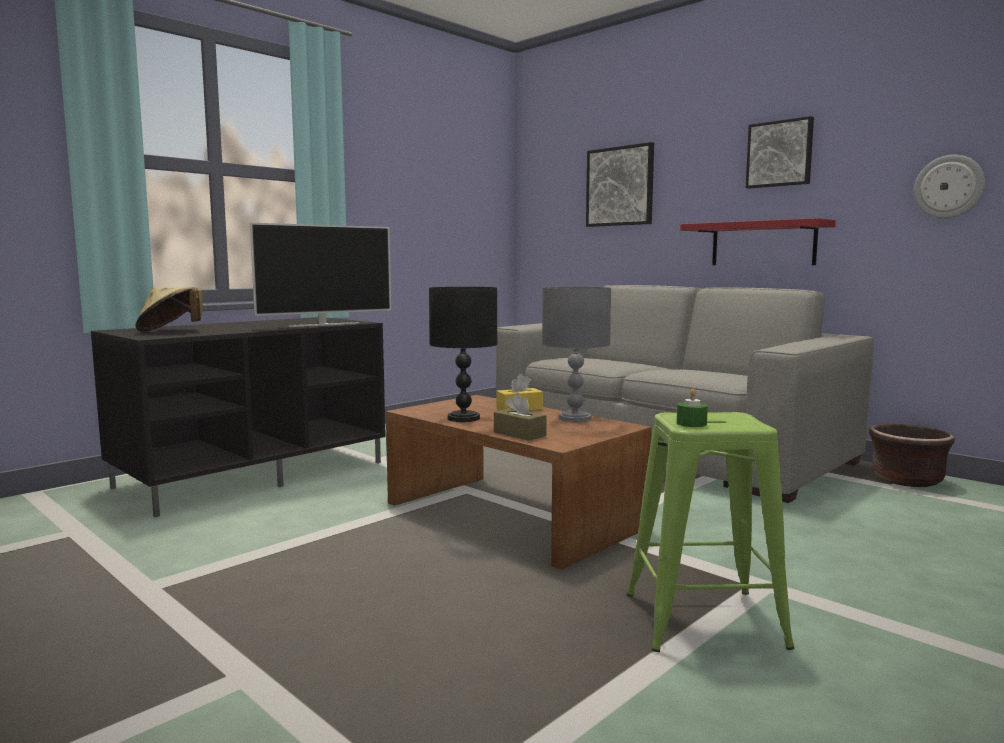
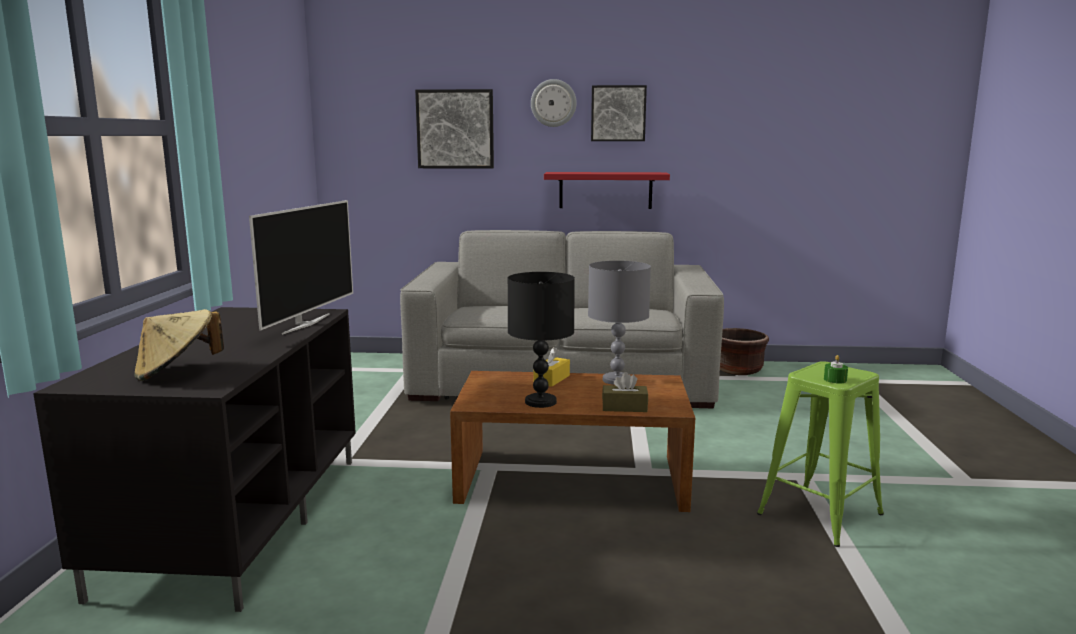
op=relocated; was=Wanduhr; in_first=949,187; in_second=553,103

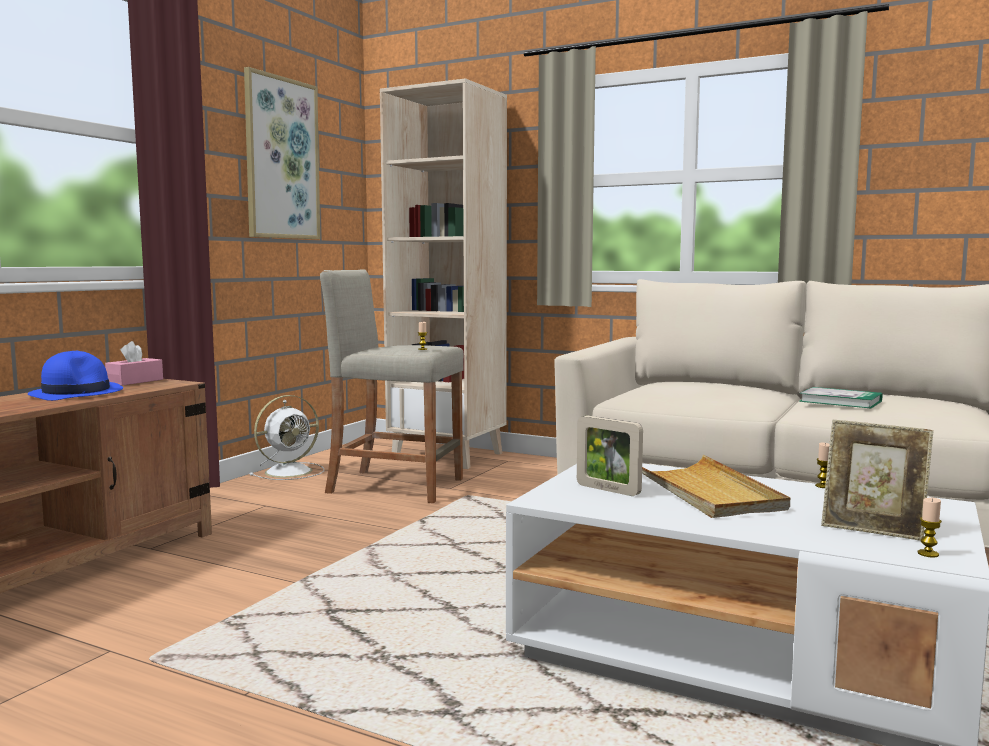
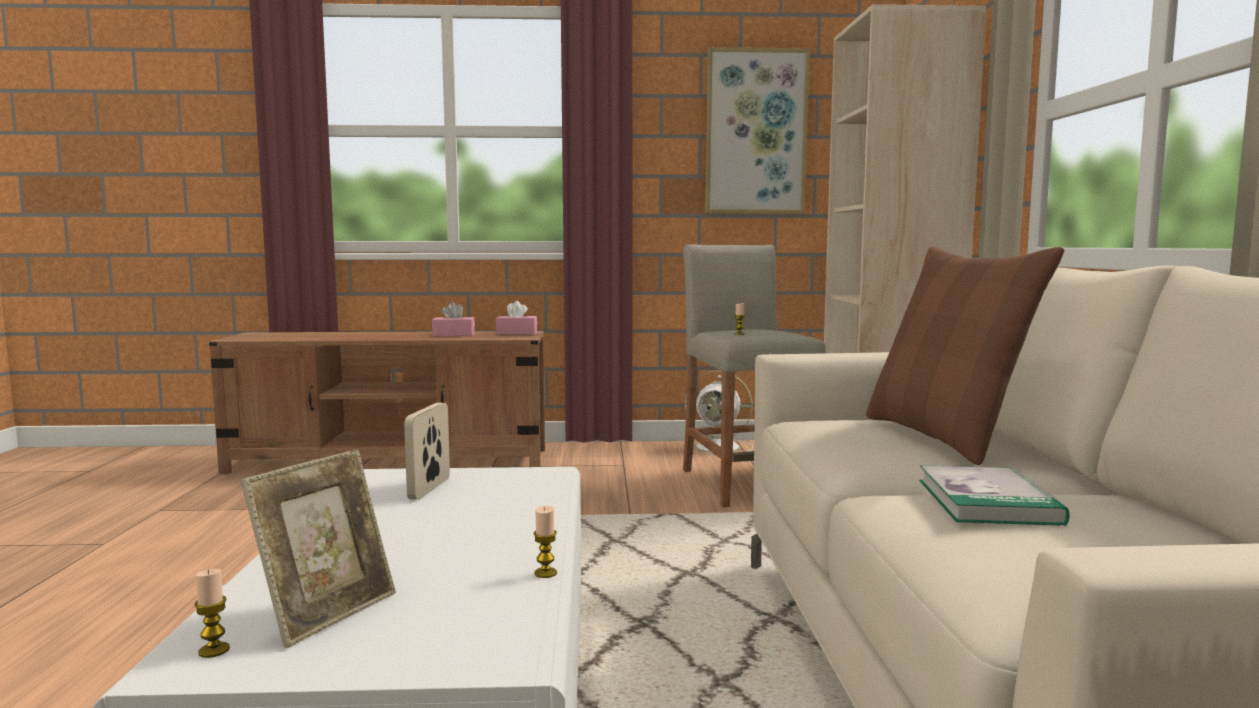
op=exchanged; was=Hut (blau); now=Taschentuchbox (rosa); in_first=77,393; in_second=453,335
op=missing; was=Tablett (beige); in_first=705,492
op=spun; was=Bilderrahmen; in_first=873,529; in_second=327,613; clockwise=-150
op=appeared; now=Kissen (braun); in_second=943,437

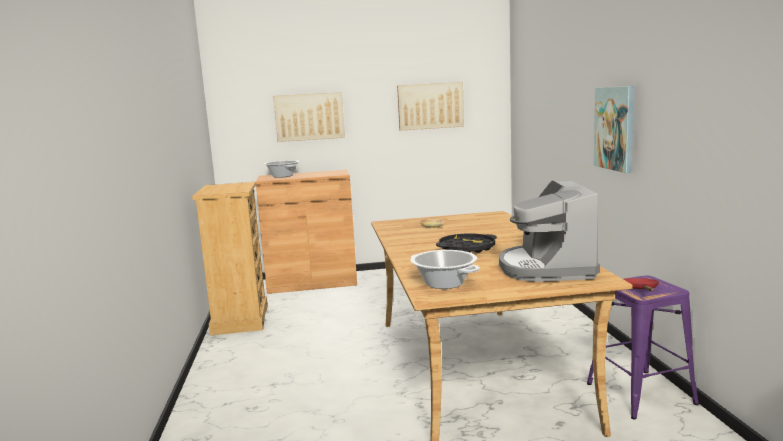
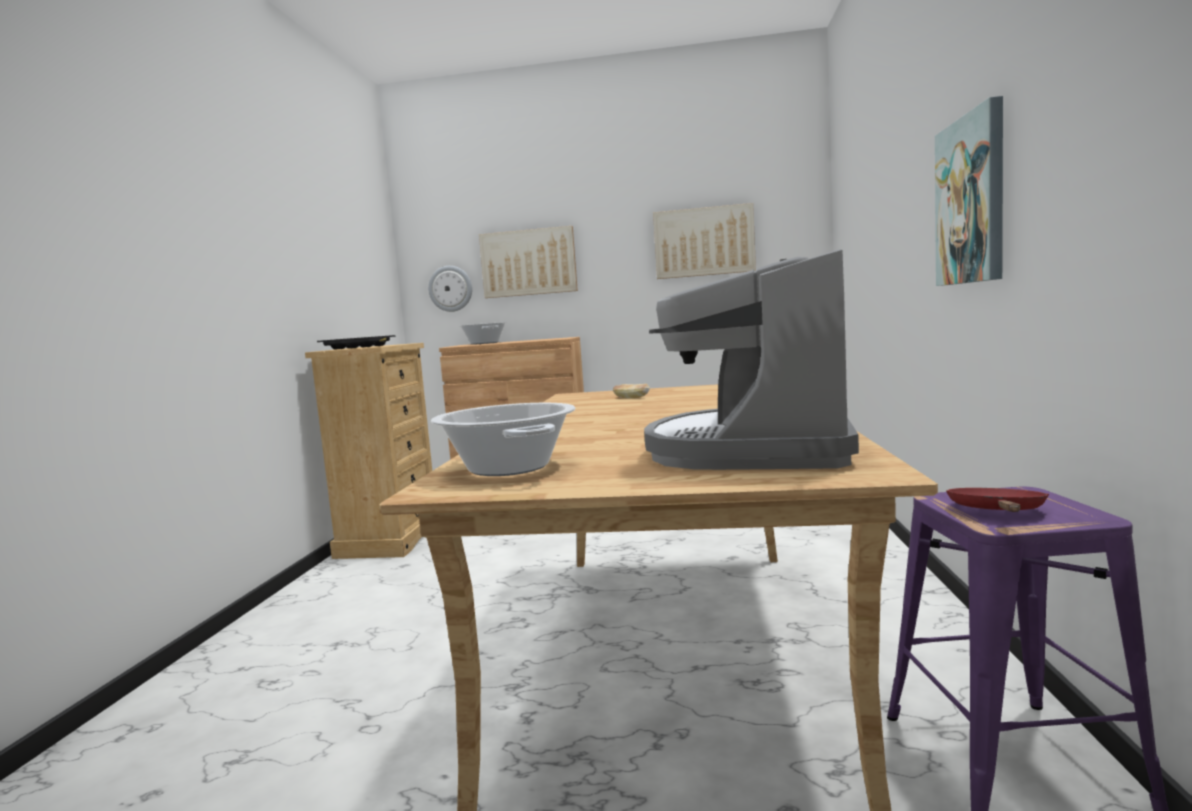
op=relocated; was=Tablett (schwarz); in_first=466,248; in_second=357,347
op=appeared; now=Wanduhr; in_second=450,288

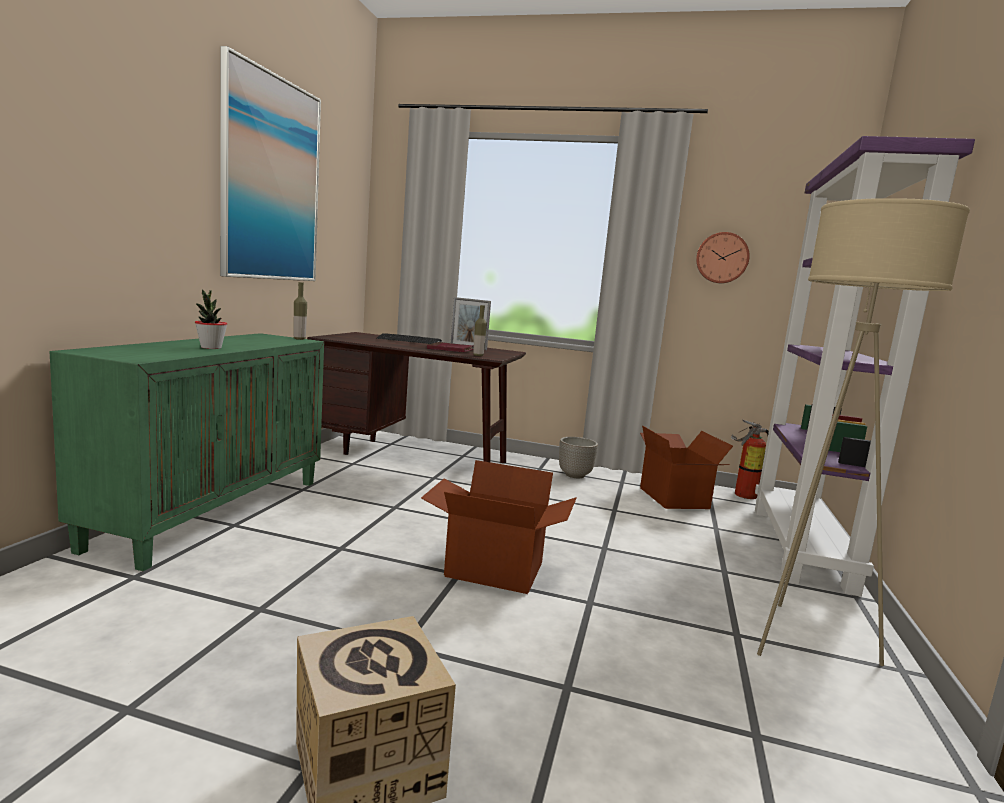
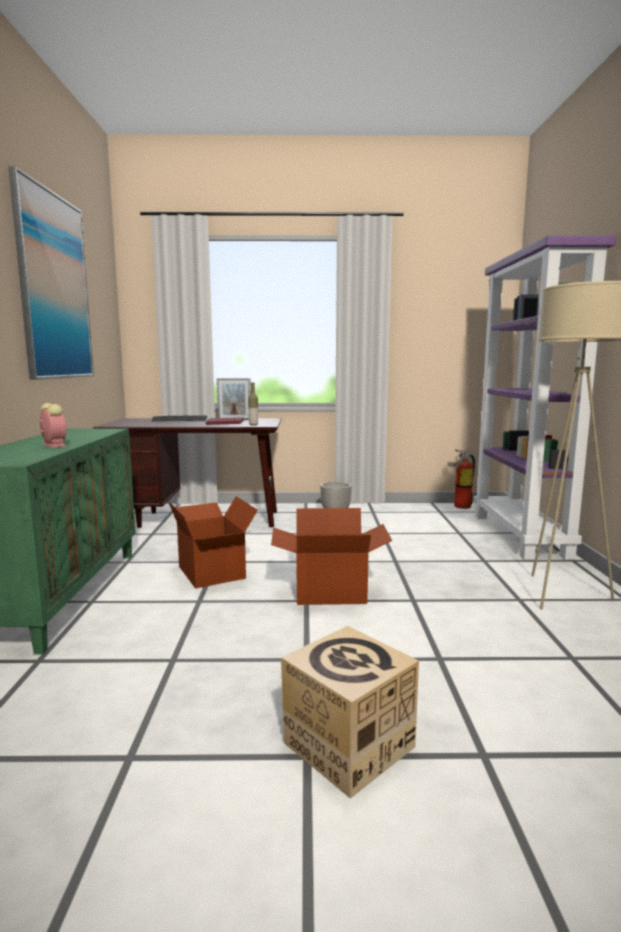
op=exchanged; was=Topfpflanze; now=Wecker; in_first=211,347; in_second=53,445
op=missing; was=Flasche; in_first=299,339
op=relocated; was=Karton; in_first=675,498; in_second=213,572
op=missing; was=Wanduhr; in_first=722,258

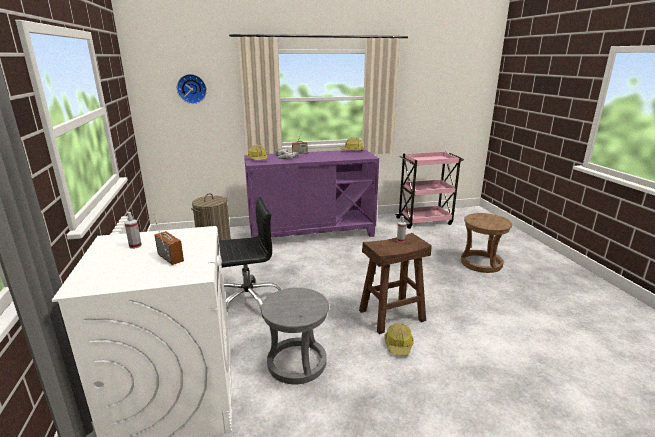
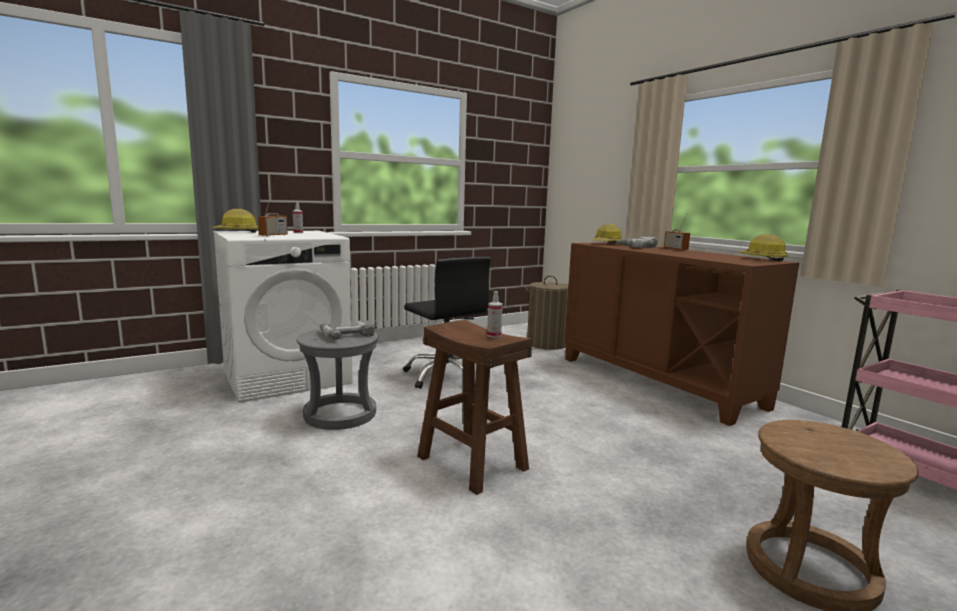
op=missing; was=Wanduhr; in_first=191,88
op=colour; was=Schrank (lila); now=Schrank (braun); in_first=311,233; in_second=657,381
op=relocated; was=Schutzhelm; in_first=398,345; in_second=236,232
op=appeared; now=Bohrmaschine; in_second=345,334

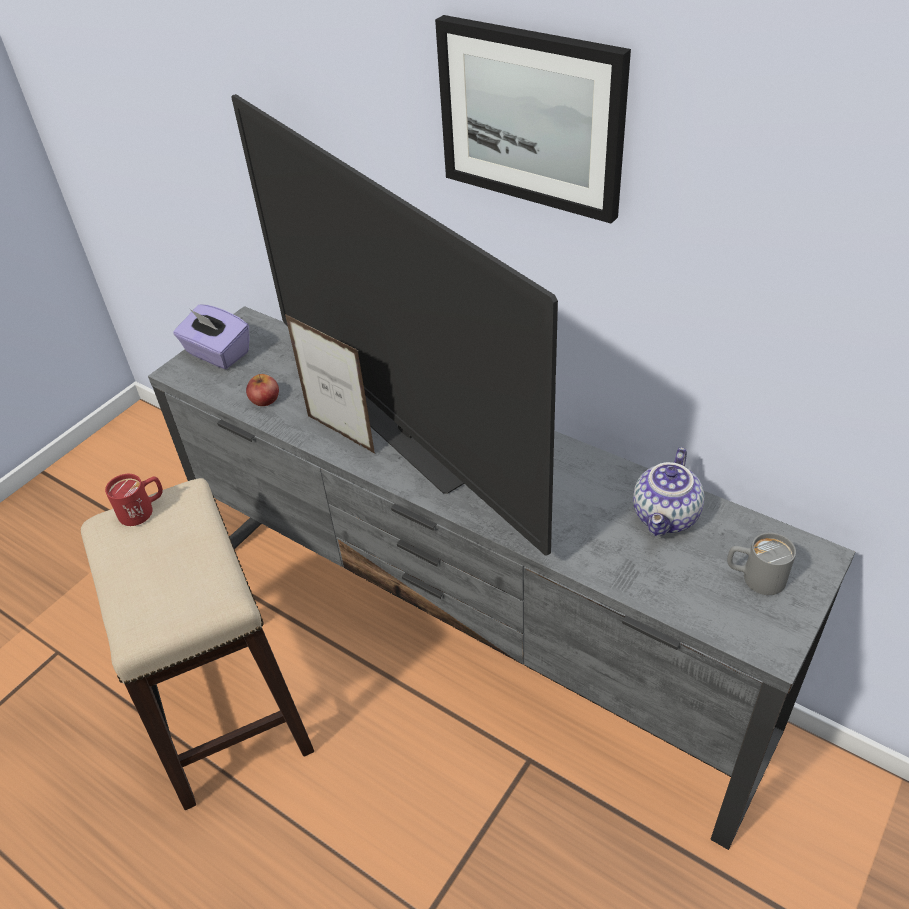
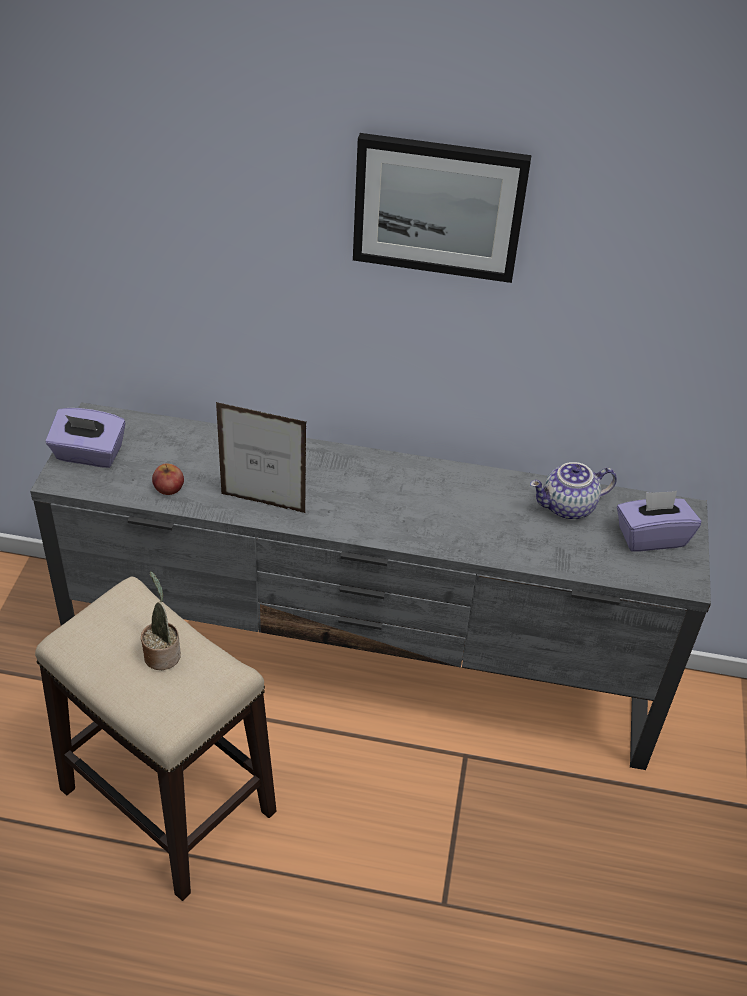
op=missing; was=Henkelbecher (rot); in_first=143,510
op=missing; was=Fernseher; in_first=403,435
op=spun; was=Teekanne; in_first=667,517; in_second=568,508; clockwise=75
op=exchanged; was=Henkelbecher (grau); now=Taschentuchbox (lila); in_first=754,577; in_second=651,537
op=appeared; now=Topfpflanze; in_second=162,653

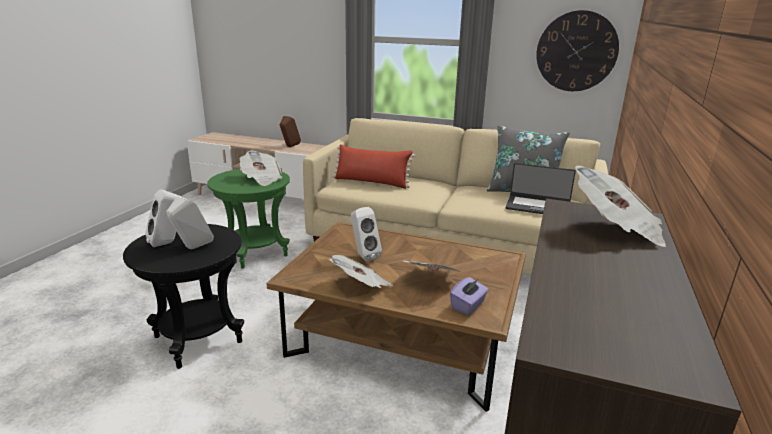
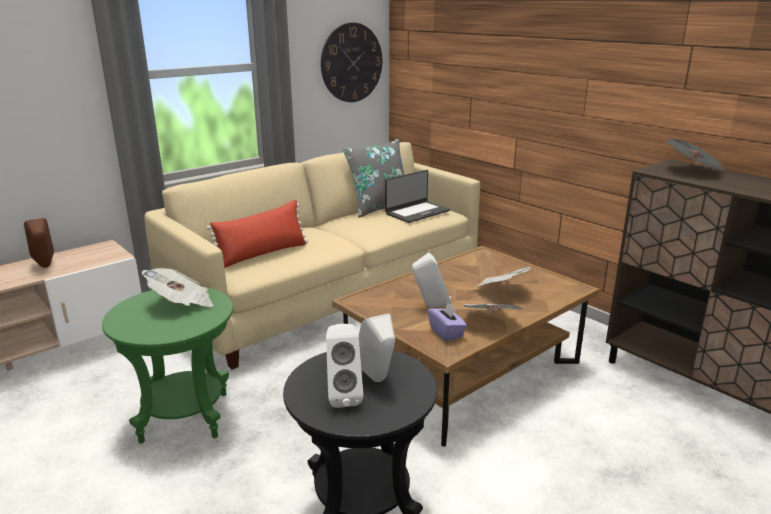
op=relocated; was=Taschentuchbox (lila); in_first=468,306; in_second=446,332

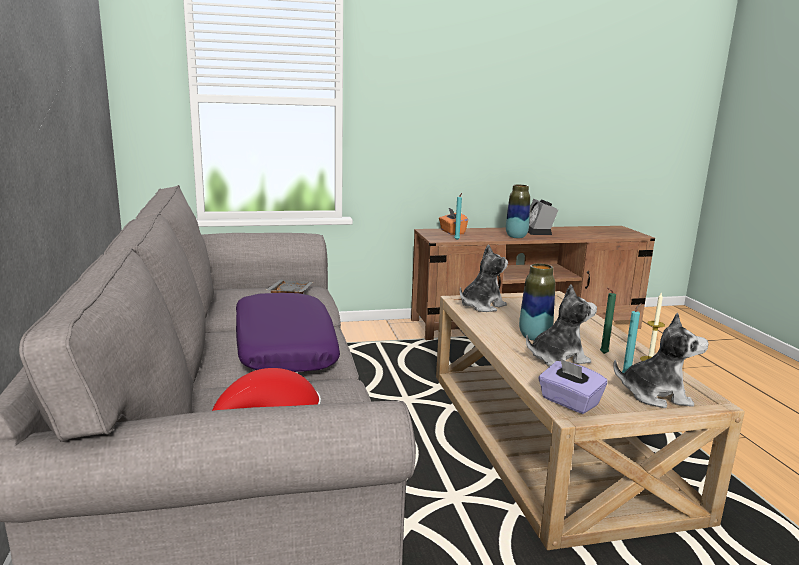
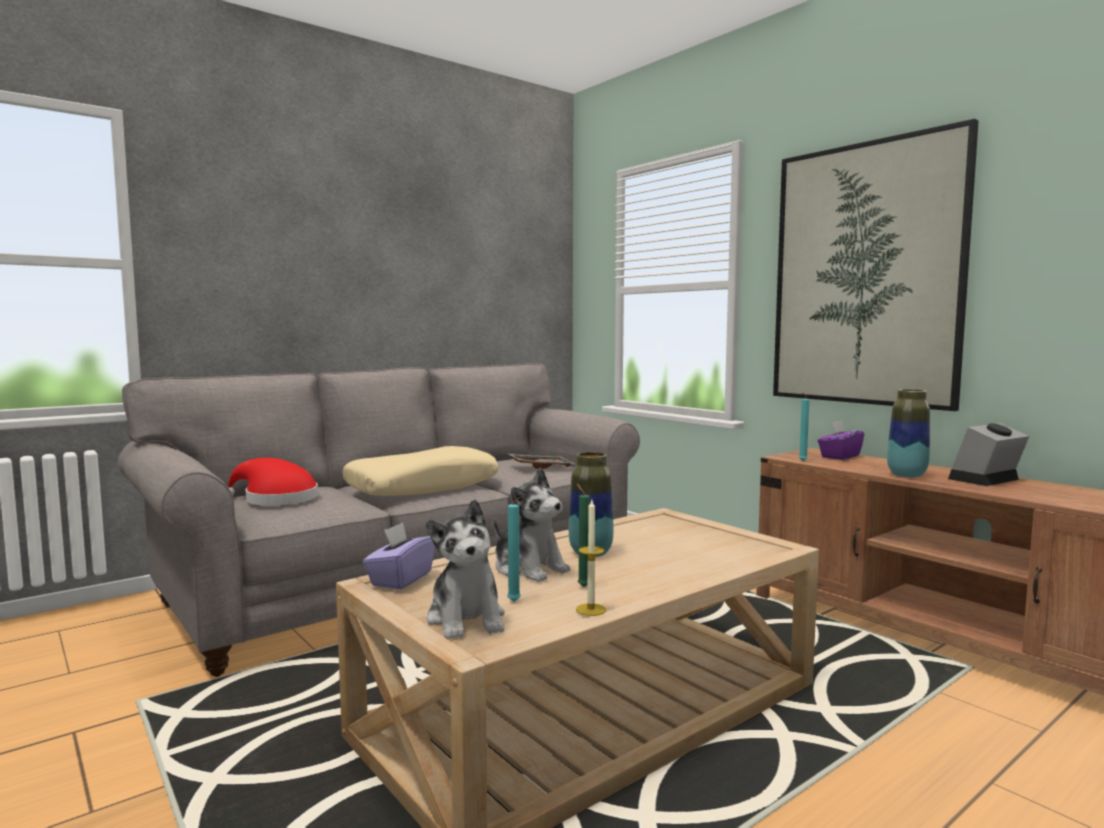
op=colour; was=Kissen (lila); now=Kissen (beige); in_first=283,347; in_second=422,487
op=colour; was=Taschentuchbox (orange); now=Taschentuchbox (lila); in_first=452,232; in_second=839,456
op=missing; was=Plüschtier; in_first=481,306
op=appeared; now=Bild; in_second=865,275

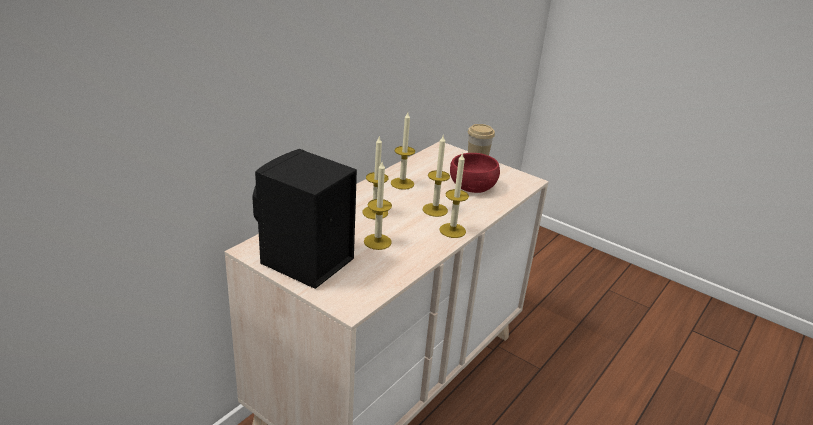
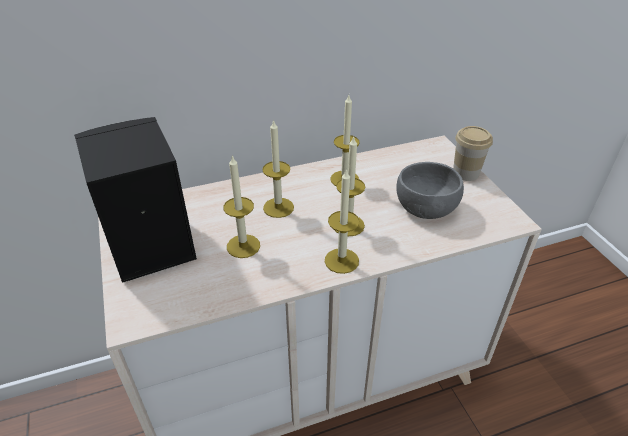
op=colour; was=Schüssel (rot); now=Schüssel (grau); in_first=472,186; in_second=426,206

